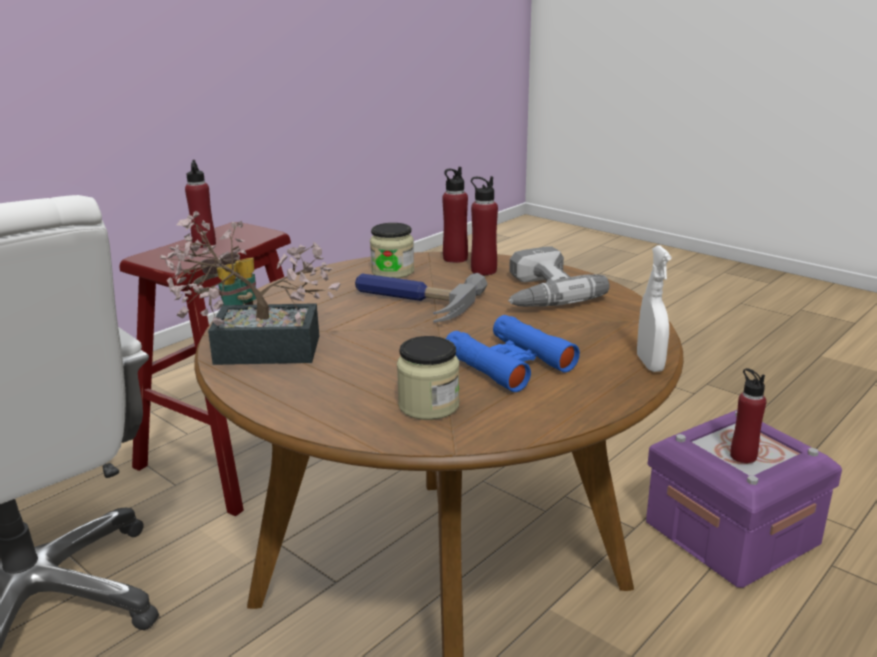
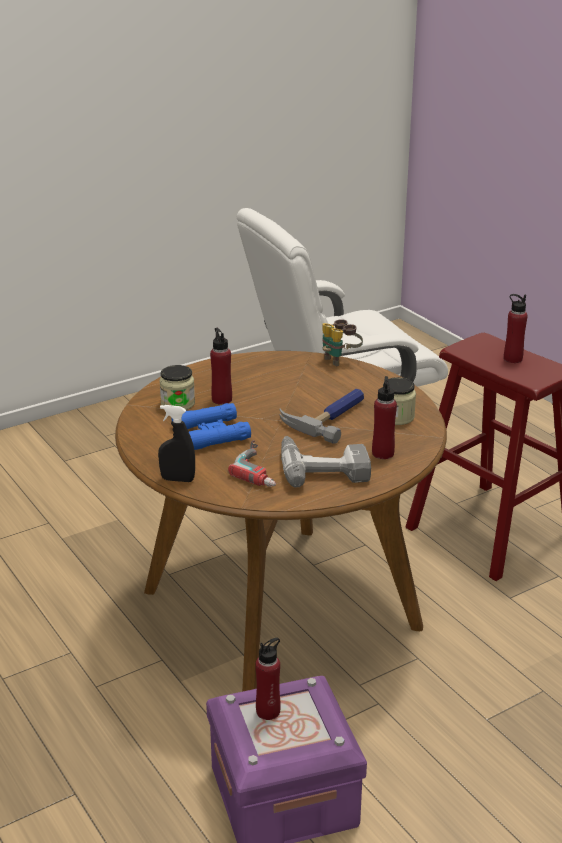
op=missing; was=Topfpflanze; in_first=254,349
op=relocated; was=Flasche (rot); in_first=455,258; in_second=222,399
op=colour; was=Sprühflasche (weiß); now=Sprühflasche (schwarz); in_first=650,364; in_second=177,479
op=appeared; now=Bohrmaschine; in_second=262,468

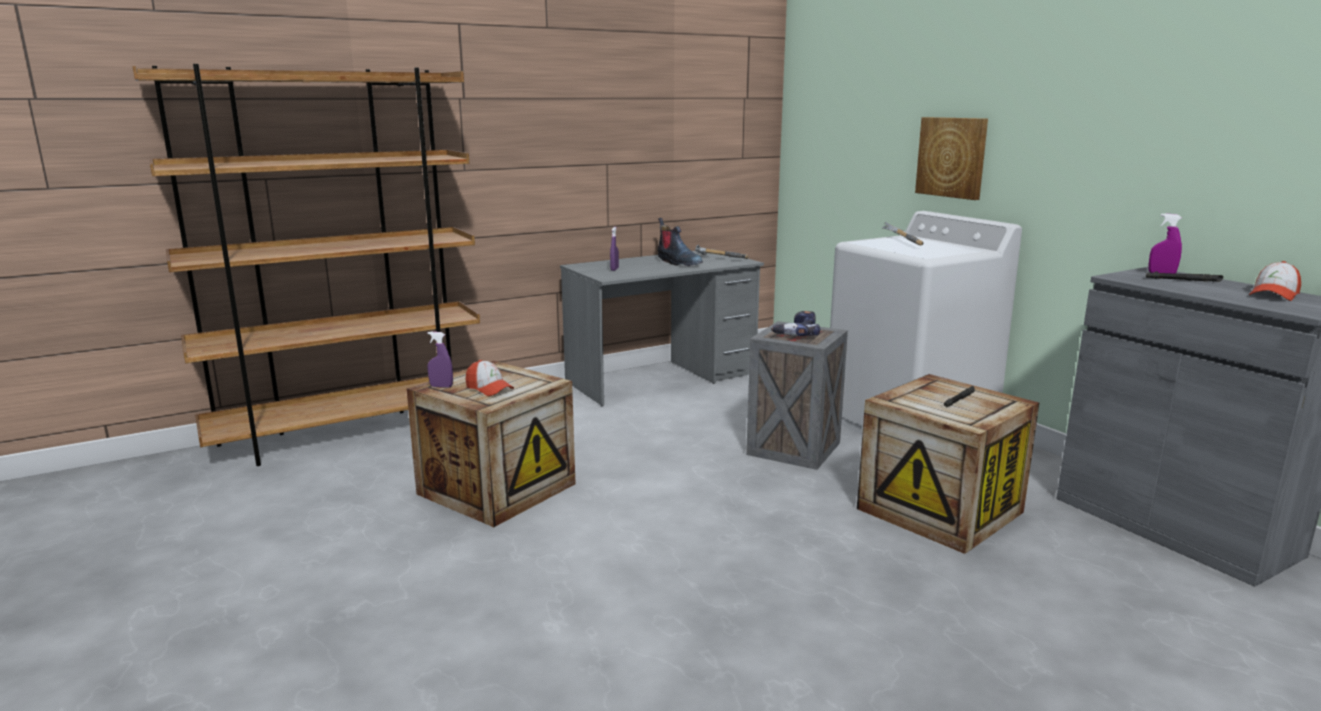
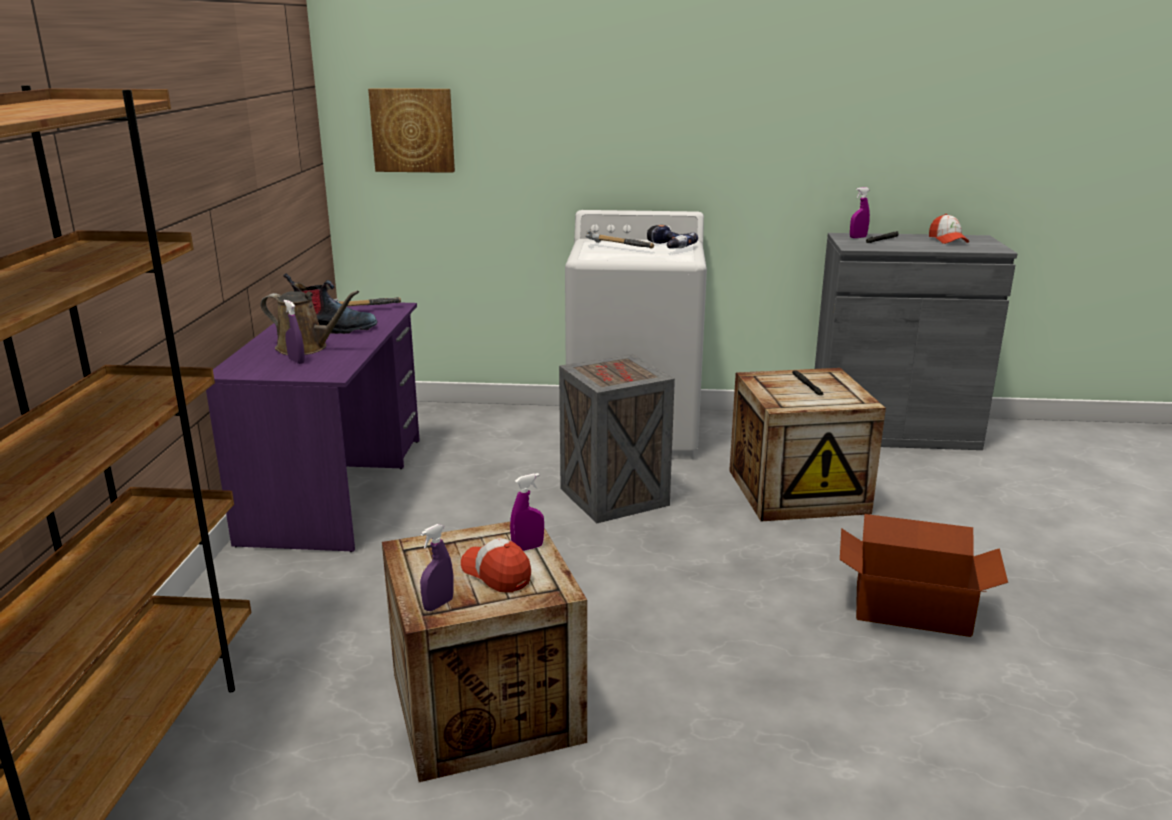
op=spun; was=Kappe; in_first=489,389; in_second=496,574; clockwise=-120
op=colour; was=Schreibtisch (grau); now=Schreibtisch (lila); in_first=662,379; in_second=336,488
op=relocated; was=Bohrmaschine; in_first=796,333; in_second=667,247
op=relocated; was=Bild; in_first=952,157; in_second=413,130
op=appeared; now=Gießkanne (braun); in_second=306,348
op=appeared; now=Sprühflasche (lila); in_second=528,548
op=appeared; now=Karton; in_second=910,608

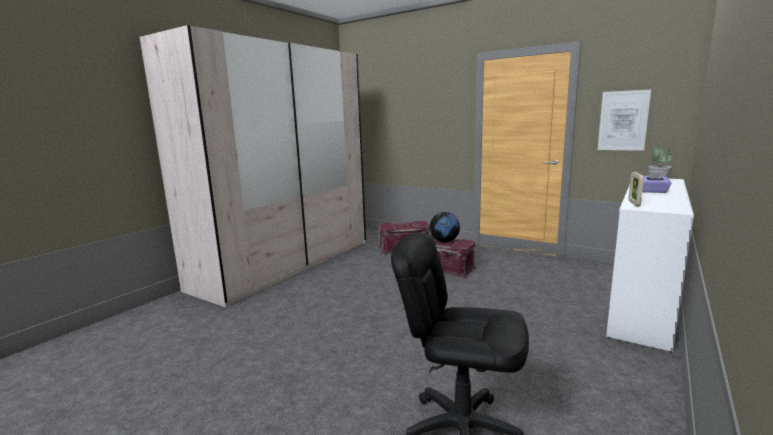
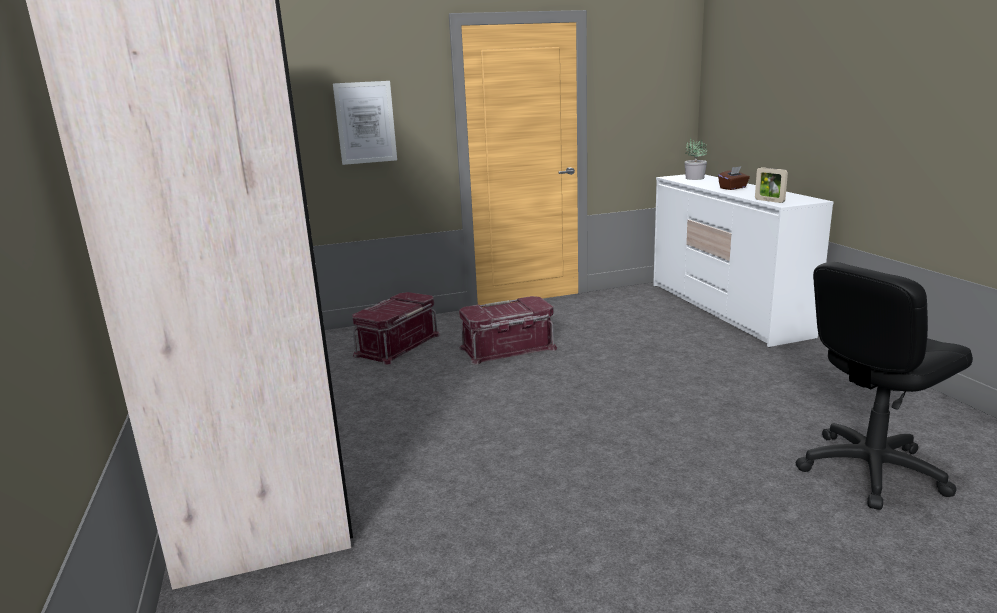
op=missing; was=Globus; in_first=444,241
op=relocated; was=Bild; in_first=623,120; in_second=365,122
op=colour; was=Taschentuchbox (lila); now=Taschentuchbox (braun); in_first=653,191; in_second=733,188

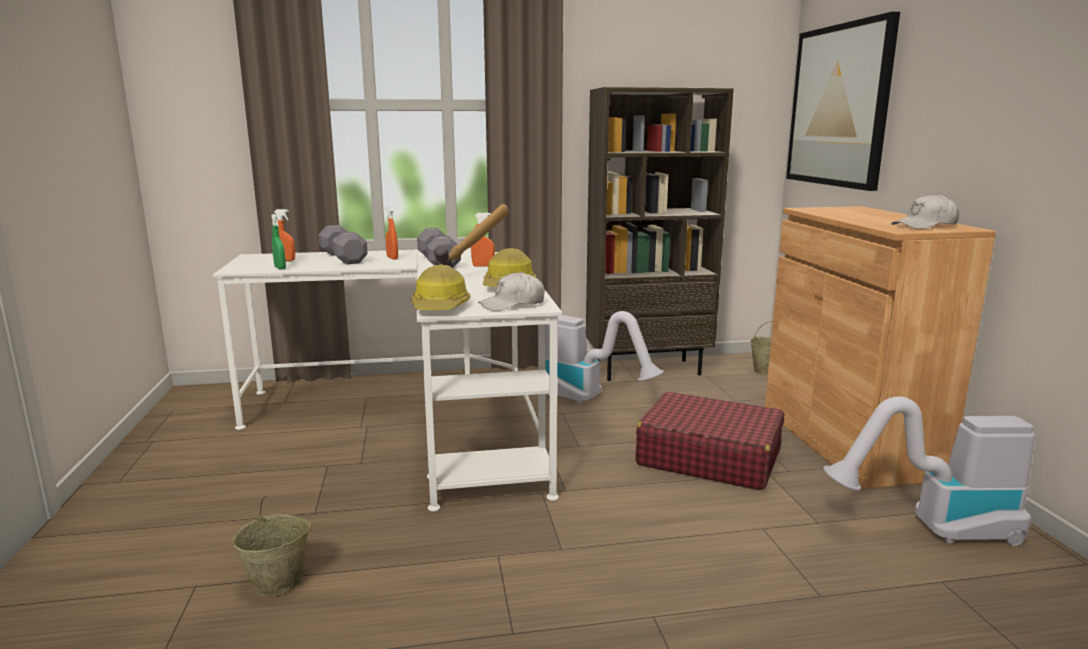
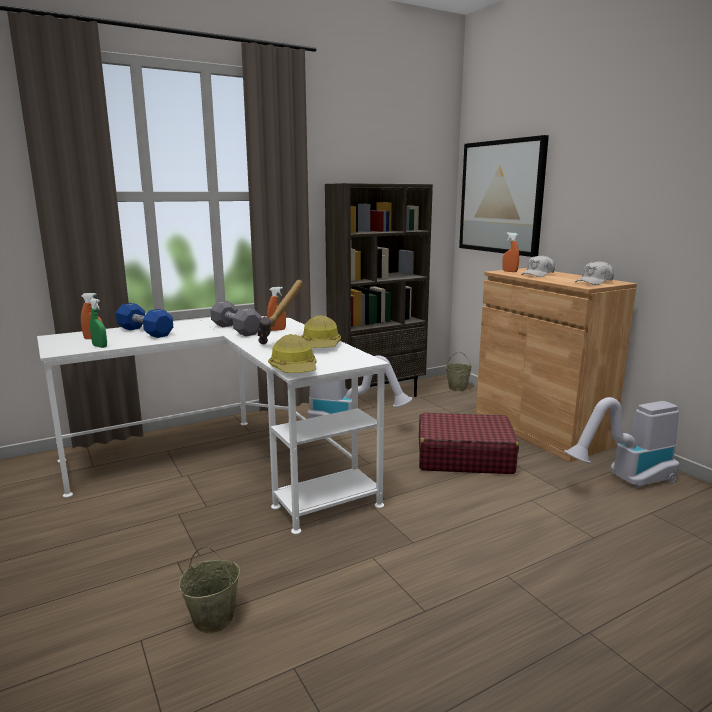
op=colour; was=Hantel (grau); now=Hantel (blau); in_first=343,258; in_second=145,332
op=relocated; was=Sprühflasche (orange); in_first=392,258; in_second=509,271
op=relocated; was=Kappe (weiß); in_first=512,304; in_second=538,274

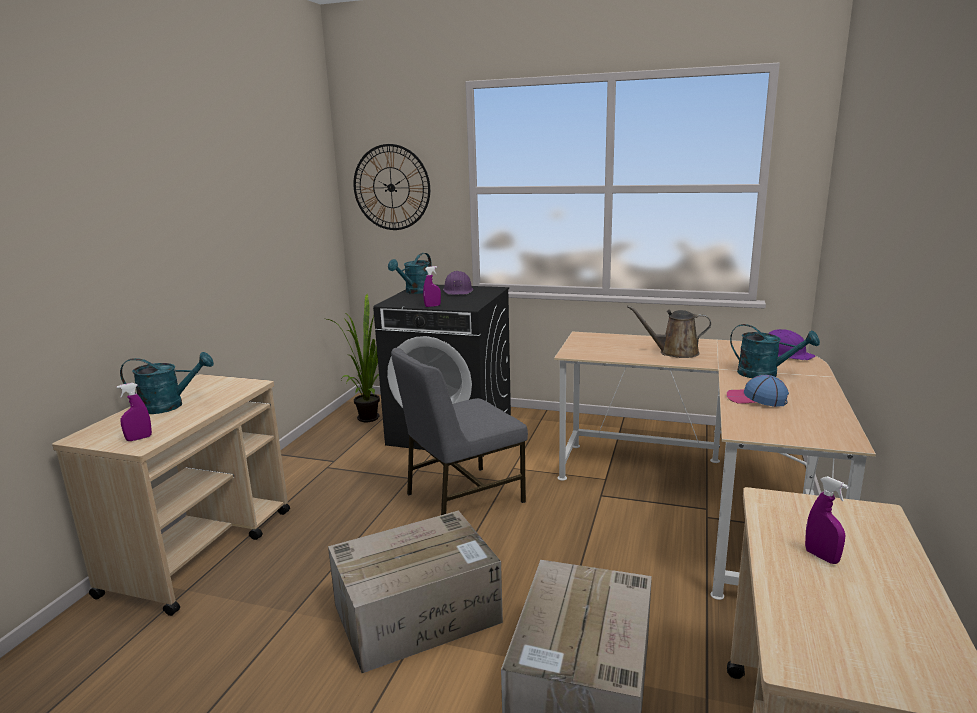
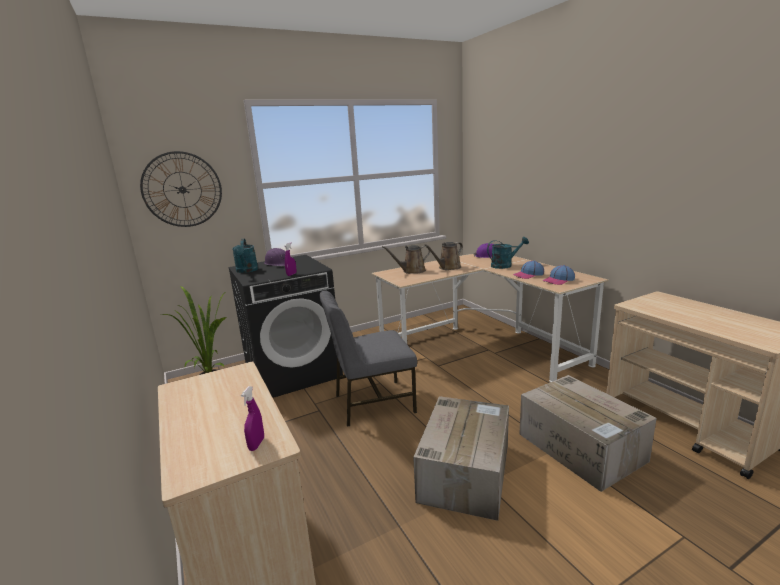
op=missing; was=Gießkanne (türkis); in_first=170,406
op=spun; was=Stuhl (grau); in_first=462,497; in_second=372,403; clockwise=60
op=missing; was=Sprühflasche (lila); in_first=821,557
op=appeared; now=Gießkanne (braun); in_second=412,271
op=appeared; now=Kappe; in_second=558,280

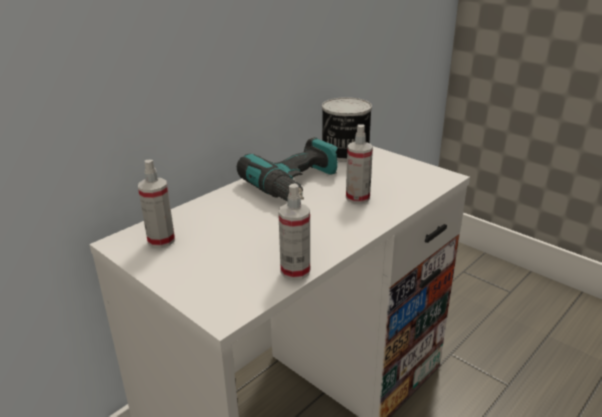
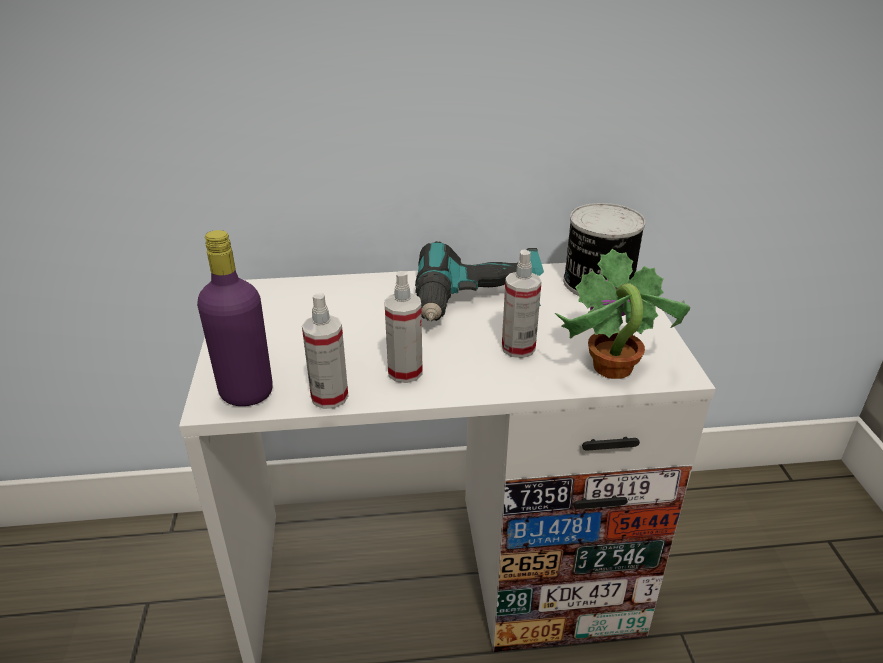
op=relocated; was=Sprühflasche; in_first=161,240; in_second=405,372
op=appeared; now=Flasche (lila); in_second=246,393
op=appeared; now=Topfpflanze; in_second=611,368

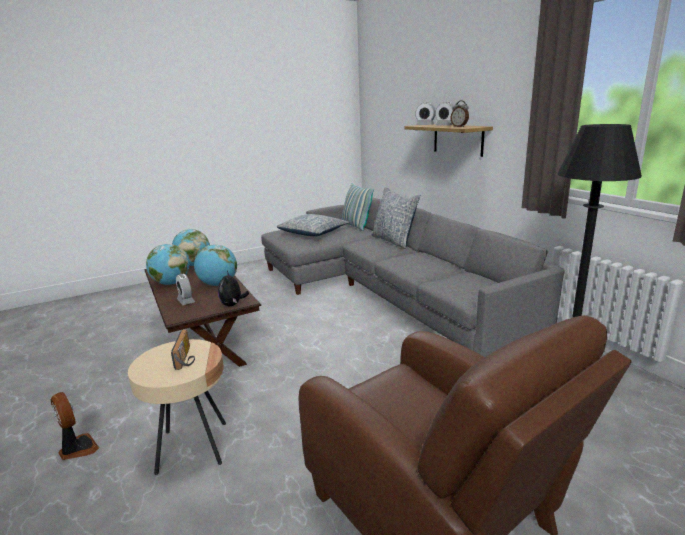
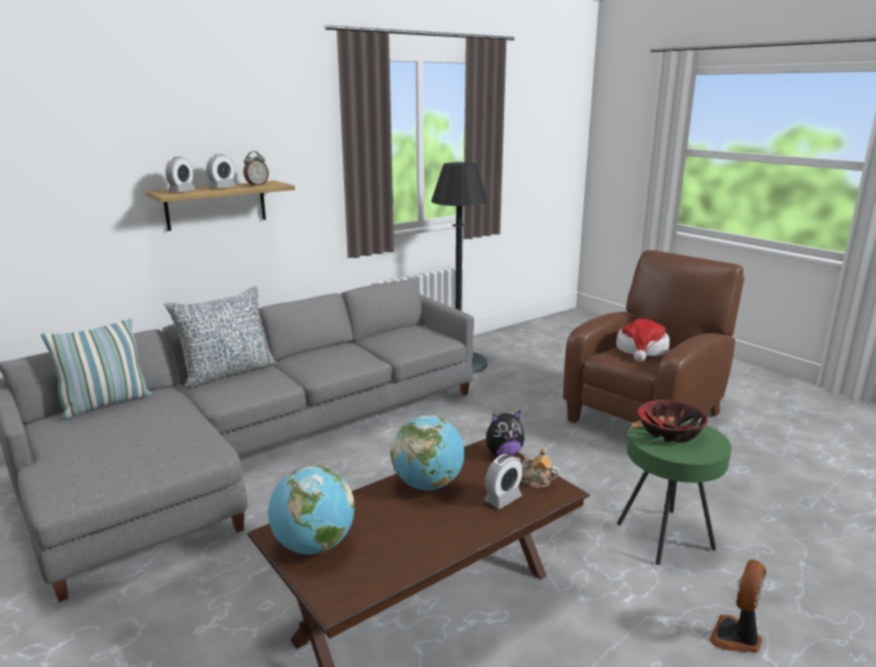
op=colour; was=Beistelltisch (beige); now=Beistelltisch (grün); in_first=192,447; in_second=664,536
op=missing; was=Globus; in_first=171,283
op=exchanged; was=Radio; now=Schüssel; in_first=187,358; in_second=669,433
op=missing; was=Kissen; in_first=313,233
op=appeared; now=Teekanne; in_second=534,481
op=appeared; now=Hut; in_second=641,350

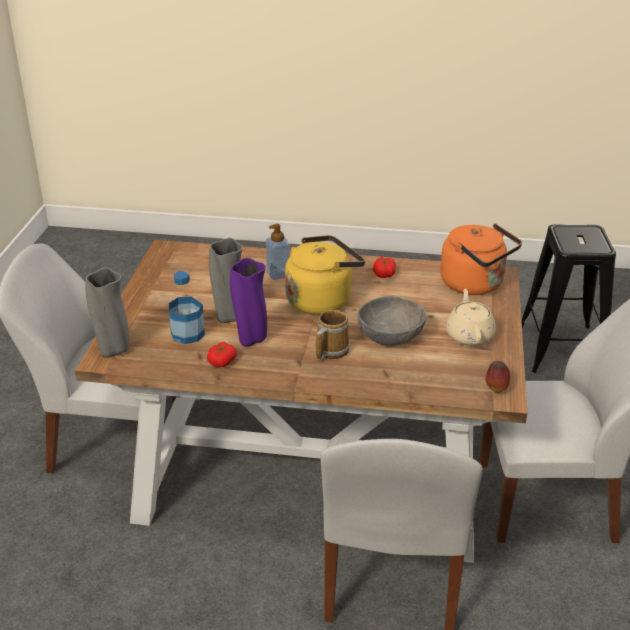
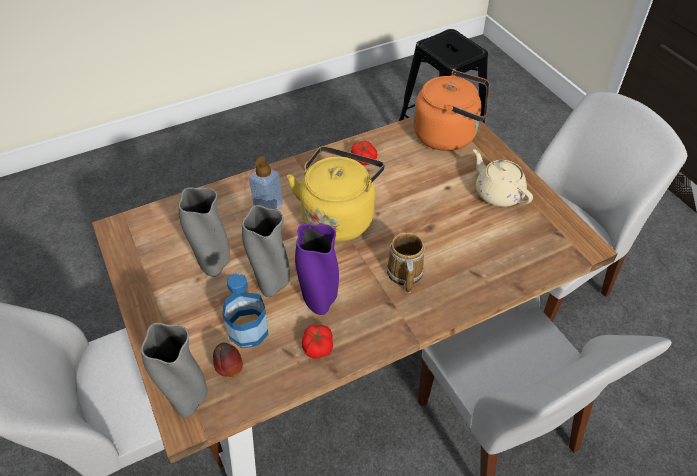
op=missing; was=Schüssel (grau); in_first=391,336
op=relocated; was=Apfel; in_first=496,388; in_second=229,369
op=appeared; now=Vase (grau); in_second=214,266

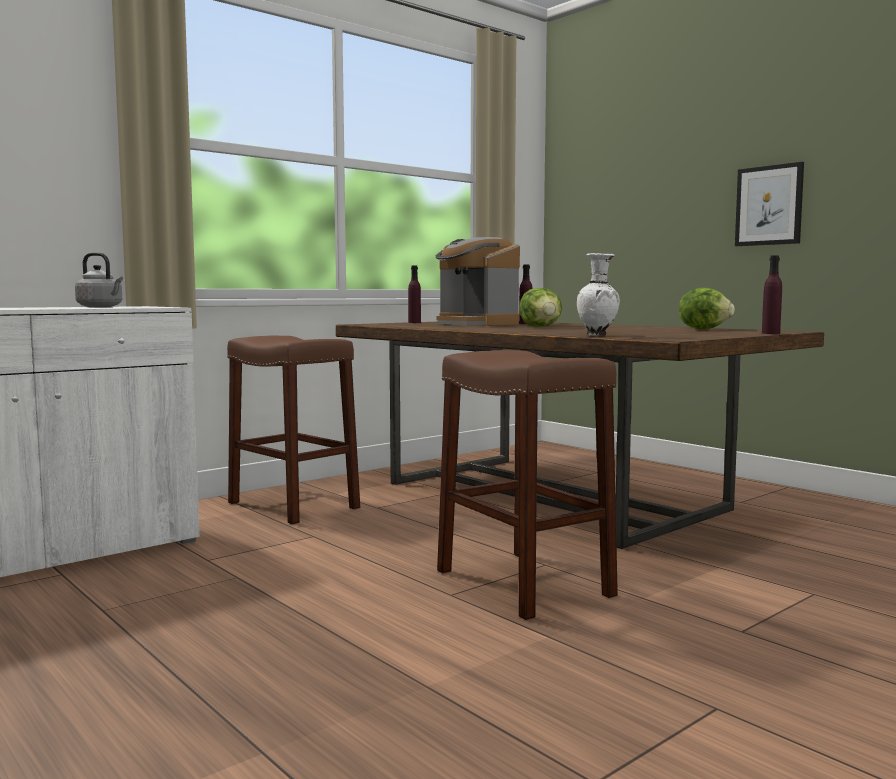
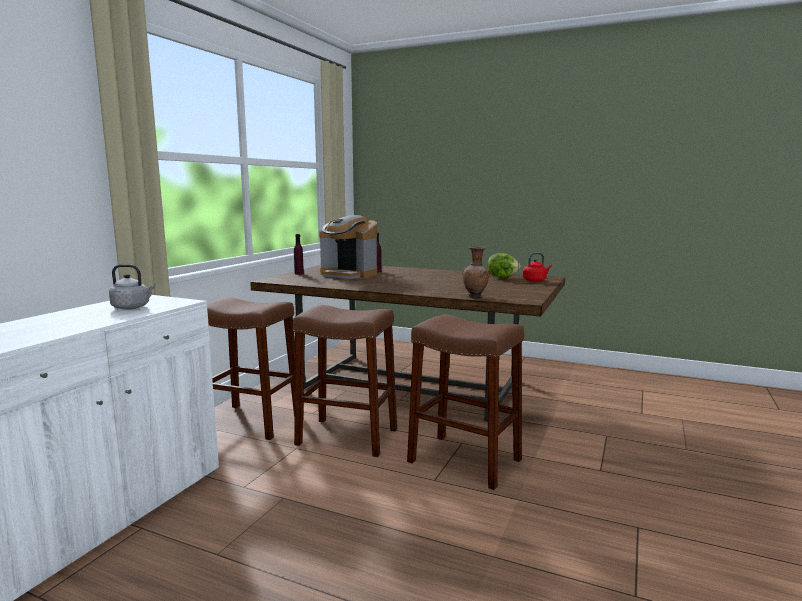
op=missing; was=Salatkopf; in_first=541,327
op=colour; was=Vase (weiß); now=Vase (braun); in_first=598,335; in_second=475,296
op=missing; was=Bild; in_first=769,205
op=missing; was=Flasche (lila); in_first=770,333
op=appeared; now=Hocker (braun); in_second=347,437
op=appeared; now=Wasserkessel (rot); in_second=535,280

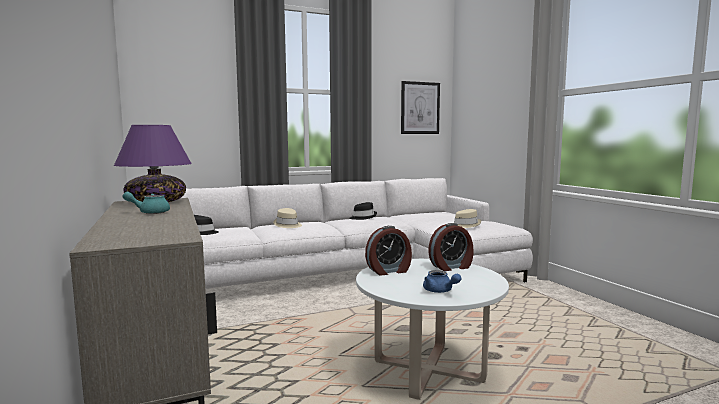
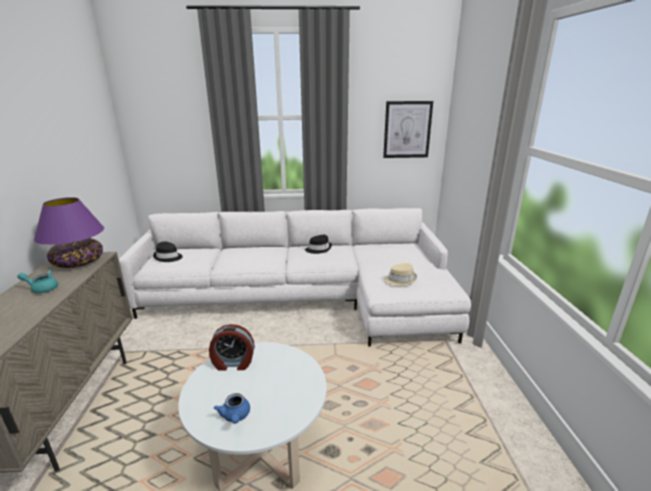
op=missing; was=Hut (beige); in_first=288,225
op=missing; was=Wecker; in_first=451,267

